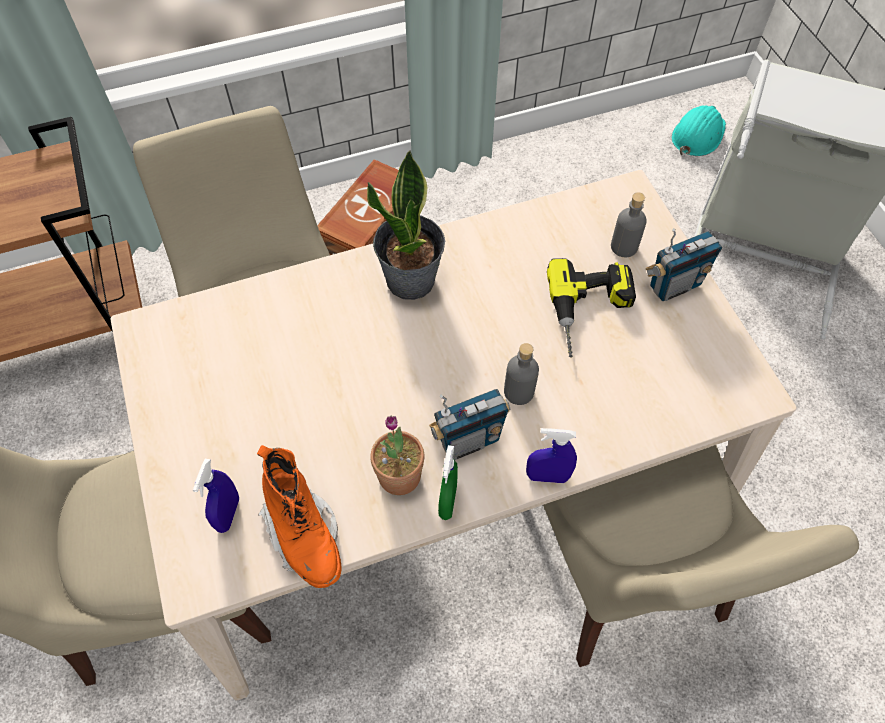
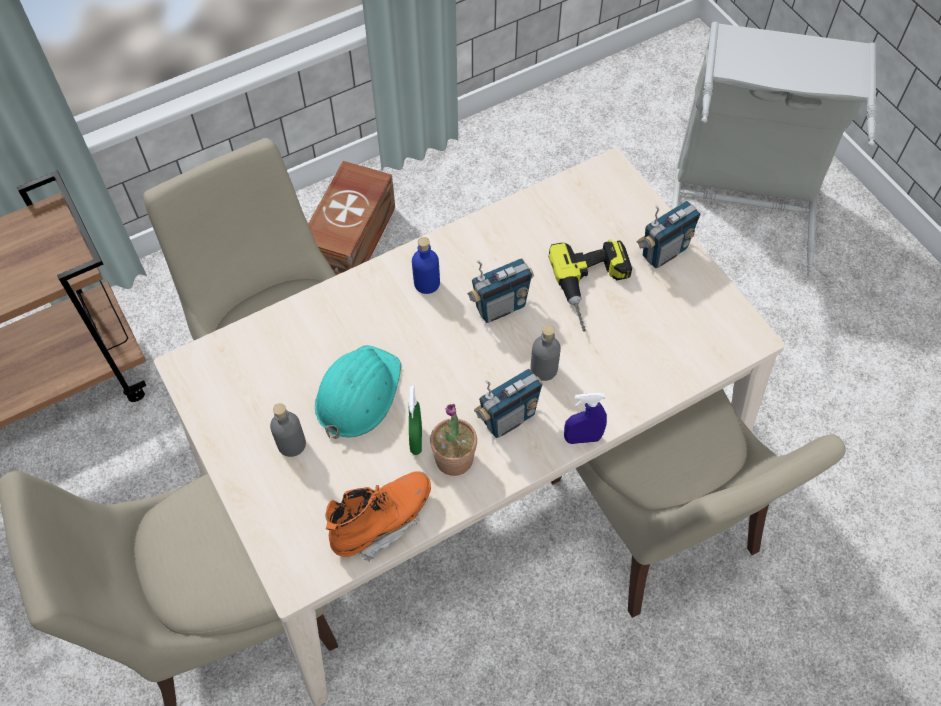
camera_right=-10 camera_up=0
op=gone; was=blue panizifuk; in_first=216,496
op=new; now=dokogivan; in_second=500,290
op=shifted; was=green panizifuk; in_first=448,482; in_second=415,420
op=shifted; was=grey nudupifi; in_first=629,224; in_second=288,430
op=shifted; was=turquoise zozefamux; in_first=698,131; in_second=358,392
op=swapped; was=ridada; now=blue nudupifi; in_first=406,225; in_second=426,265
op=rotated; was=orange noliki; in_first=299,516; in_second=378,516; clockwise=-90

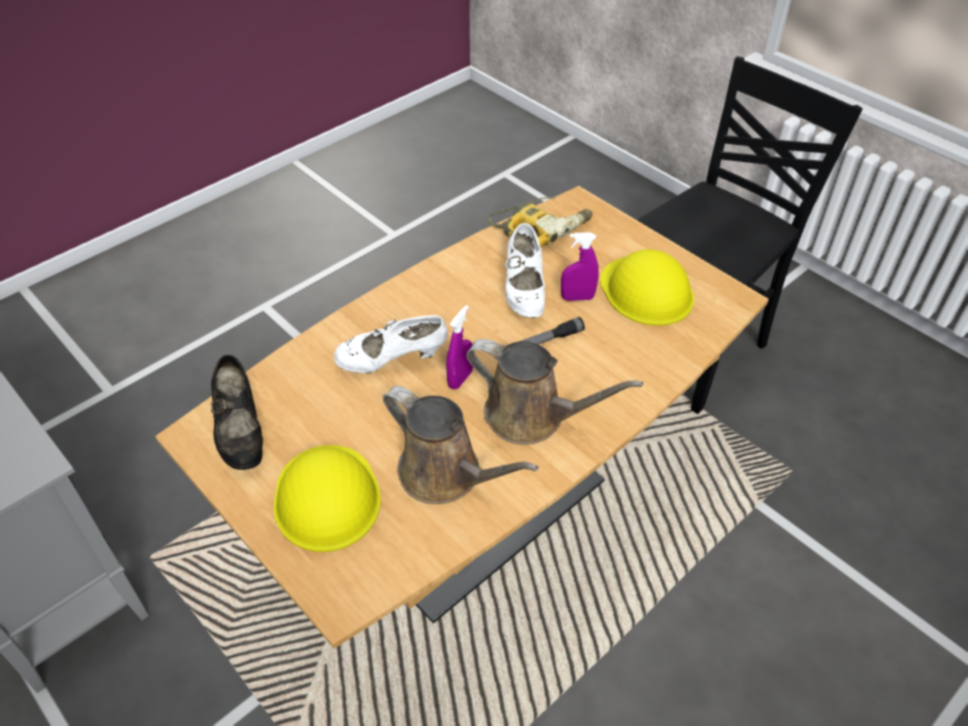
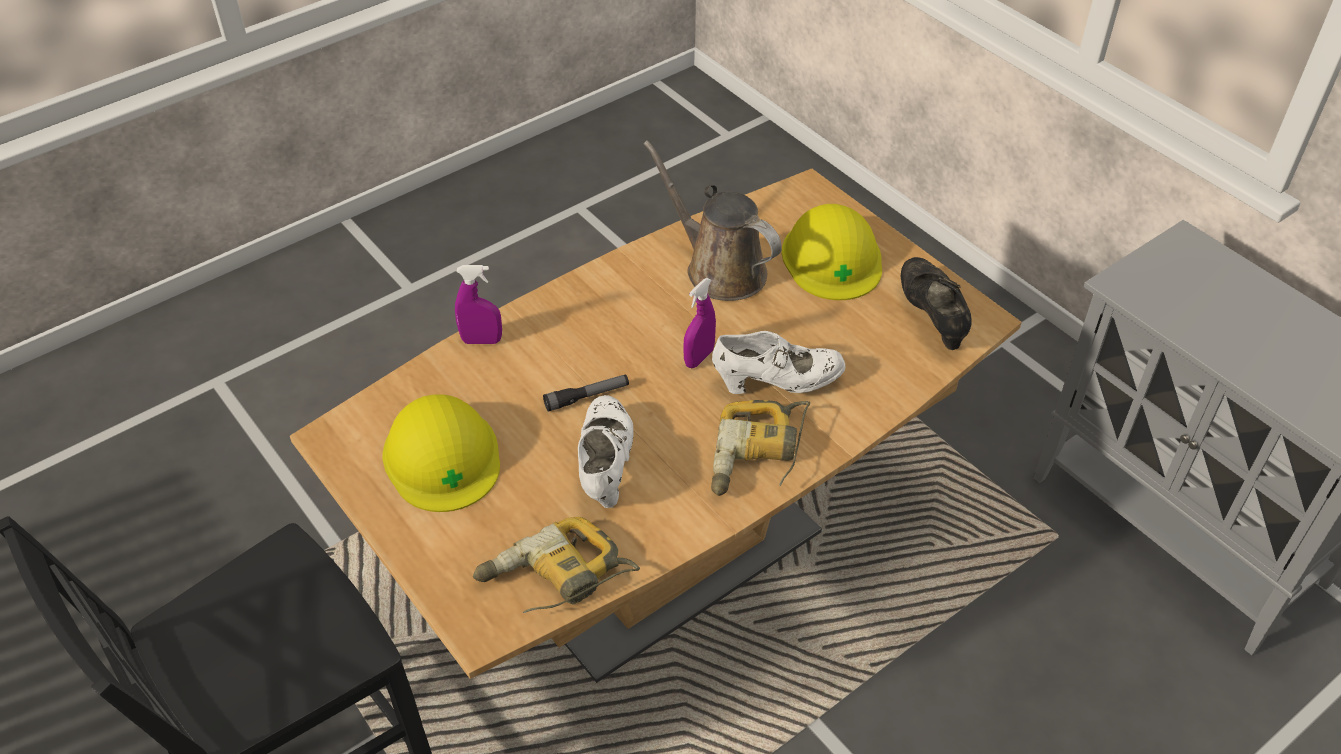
camera_right=-175 camera_up=0
op=gone; was=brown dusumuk; in_first=554,392
op=new; now=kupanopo; in_second=760,448
op=shifted; was=purple panizifuk; in_first=580,266; in_second=478,304

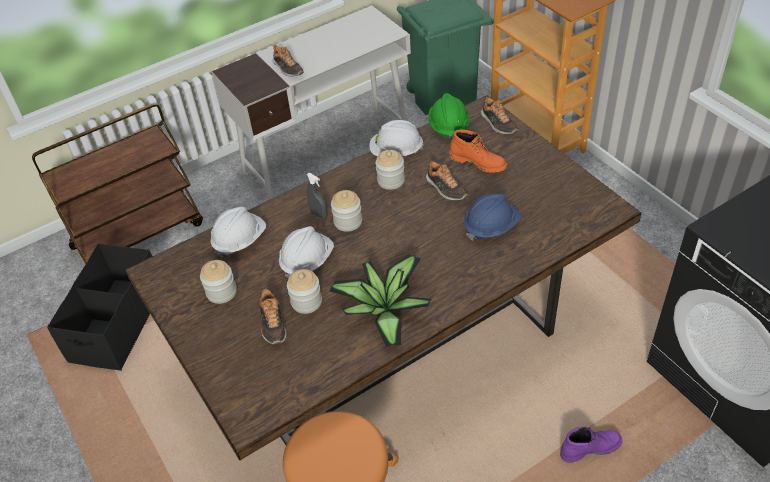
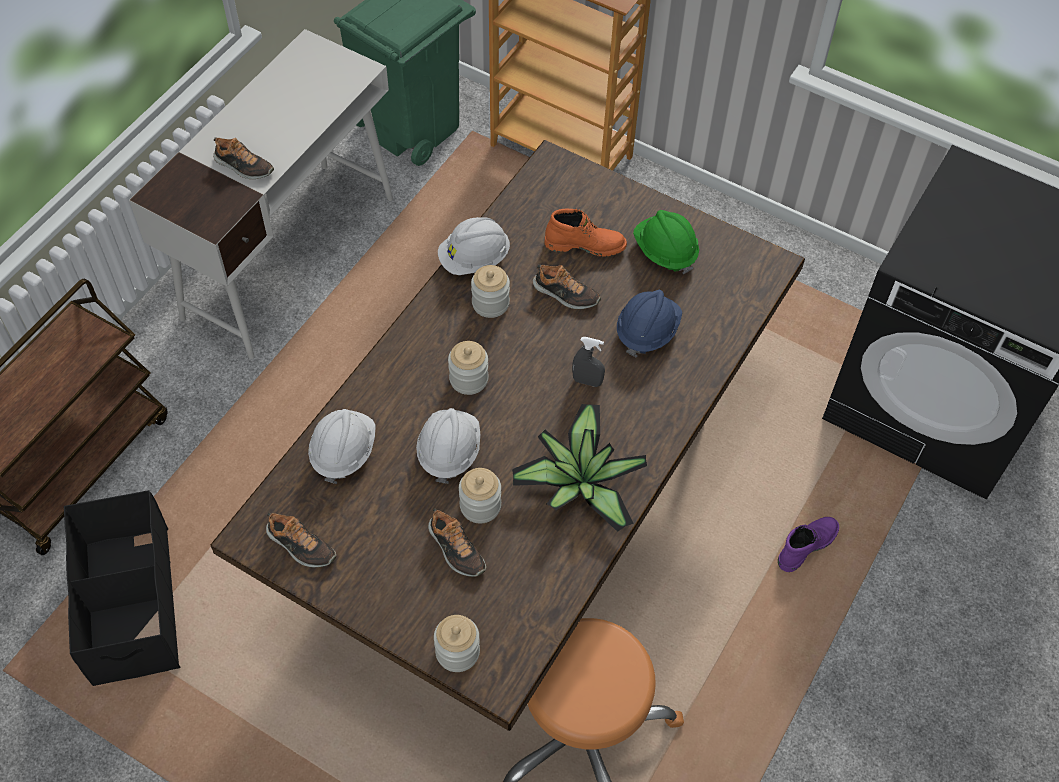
camera_right=-30 camera_up=10
op=shifted; was=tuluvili; in_first=218,282; in_second=457,643
op=shifted; was=grey panizifuk; in_first=317,196; in_second=588,362
op=shifted; was=green zozefamux; in_first=449,117; in_second=666,242
op=shifted; was=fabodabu; in_first=499,115; in_second=301,540

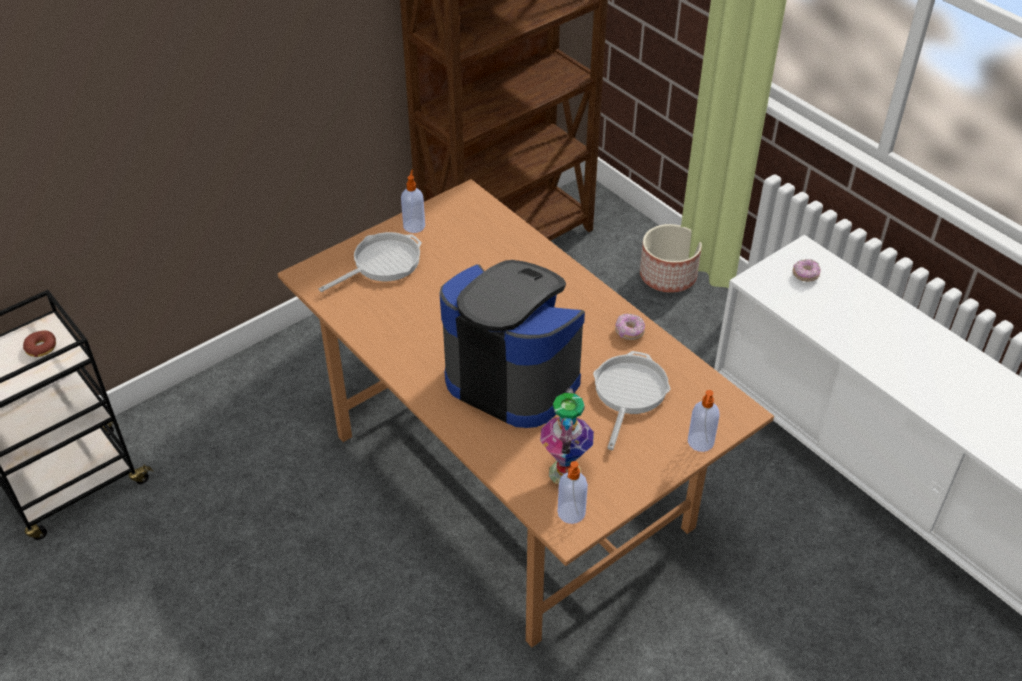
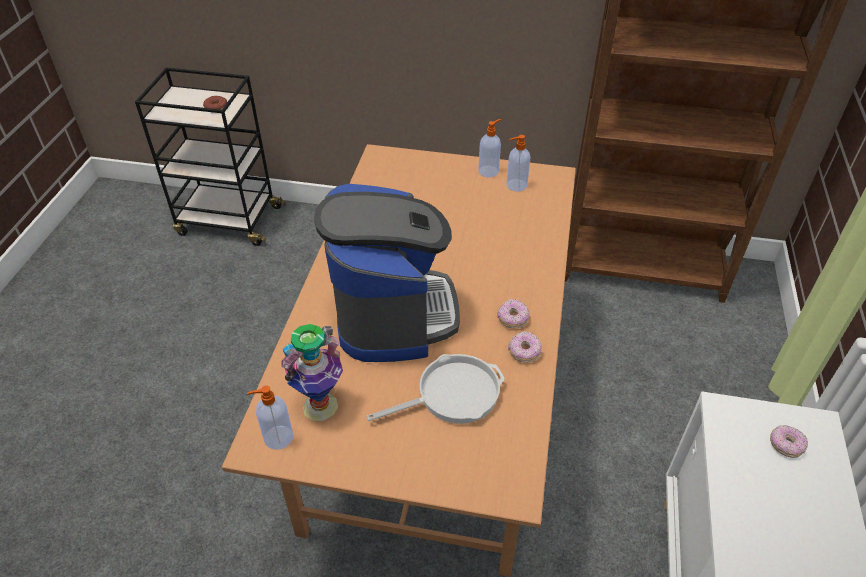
camera_right=50 camera_up=0
op=gone; was=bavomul; in_first=370,262
op=gone; was=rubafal; in_first=671,258
op=new; now=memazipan; in_second=513,314
op=shifted; was=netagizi; in_first=703,421; in_second=518,163

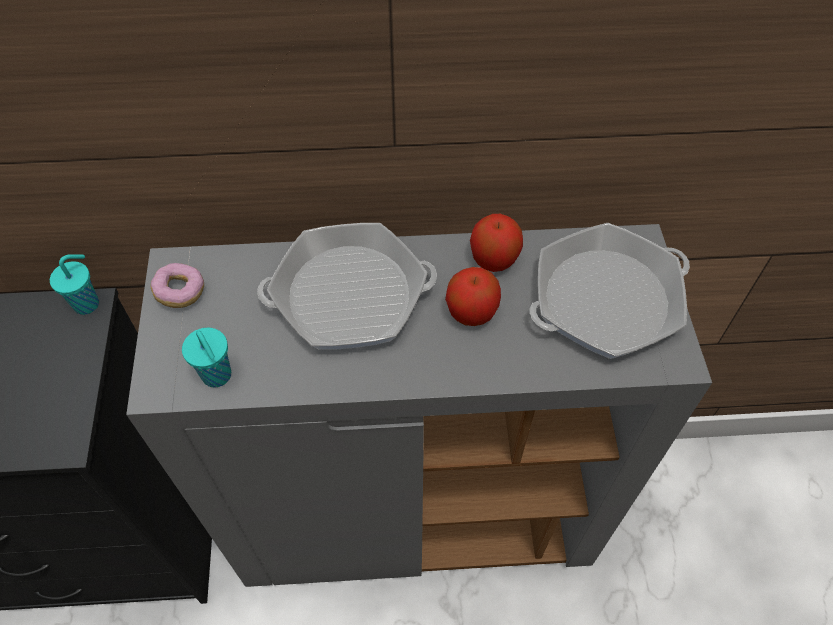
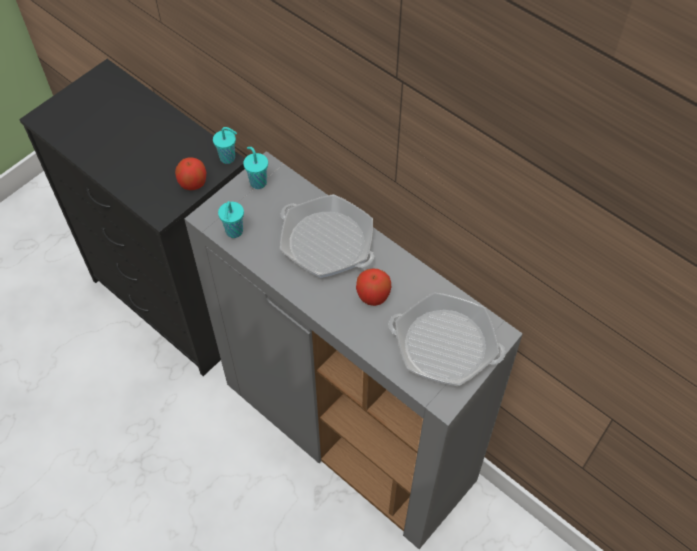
camera_right=45 camera_up=0
op=shifted; was=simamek; in_first=496,243; in_second=190,173
op=swapped; was=memazipan; now=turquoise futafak; in_first=177,285; in_second=255,168

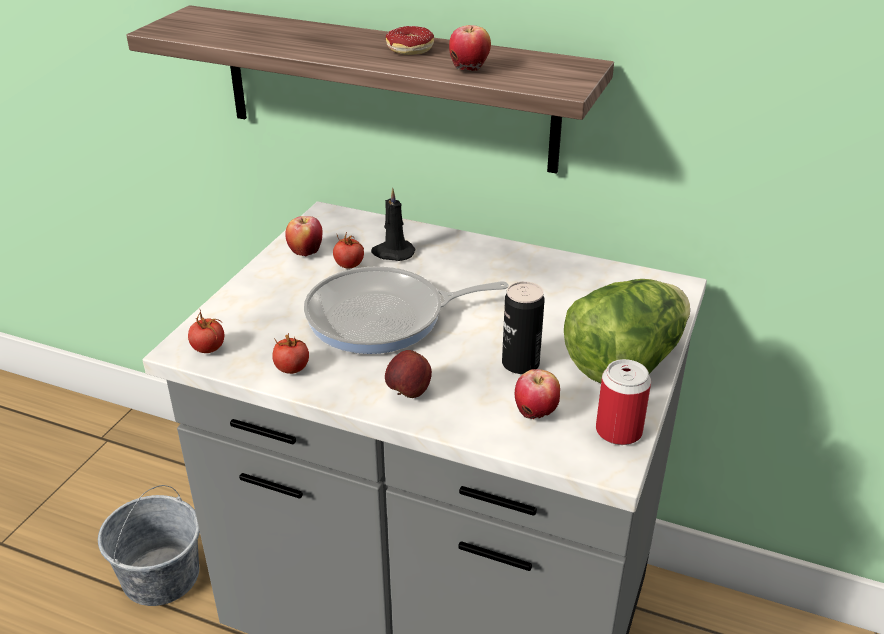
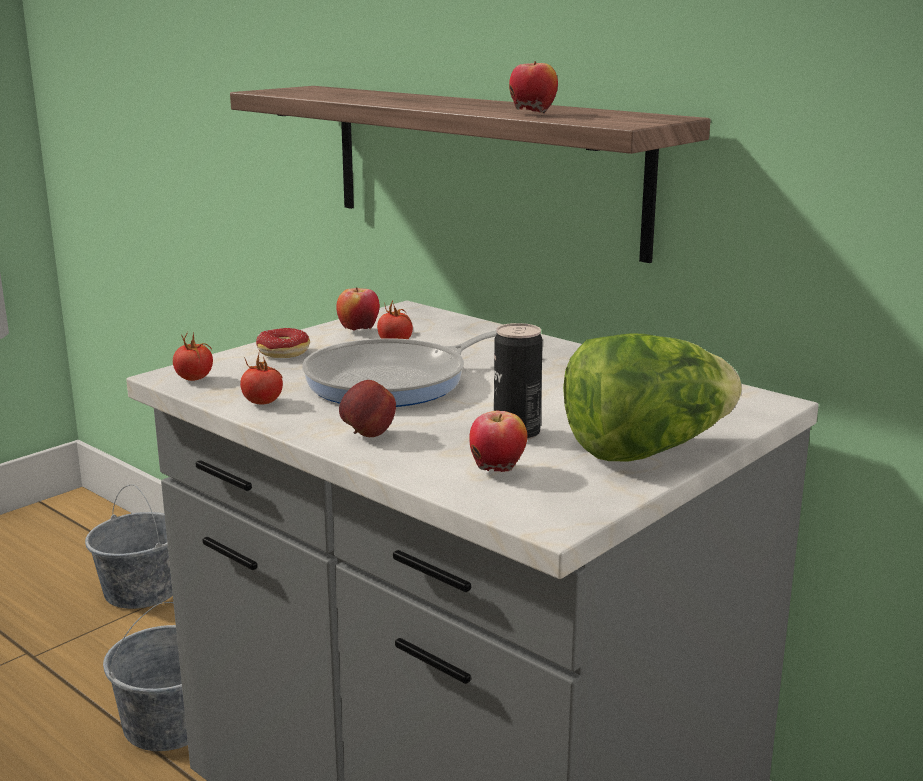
camera_right=20 camera_up=-15
op=gone; was=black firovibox; in_first=393,224
op=gone; was=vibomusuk; in_first=623,402
op=new; now=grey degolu; in_second=129,546
op=shifted; was=memazipan; in_first=410,40; in_second=283,343
op=rotated; was=bavomul; in_first=406,310; in_second=399,368; clockwise=-45

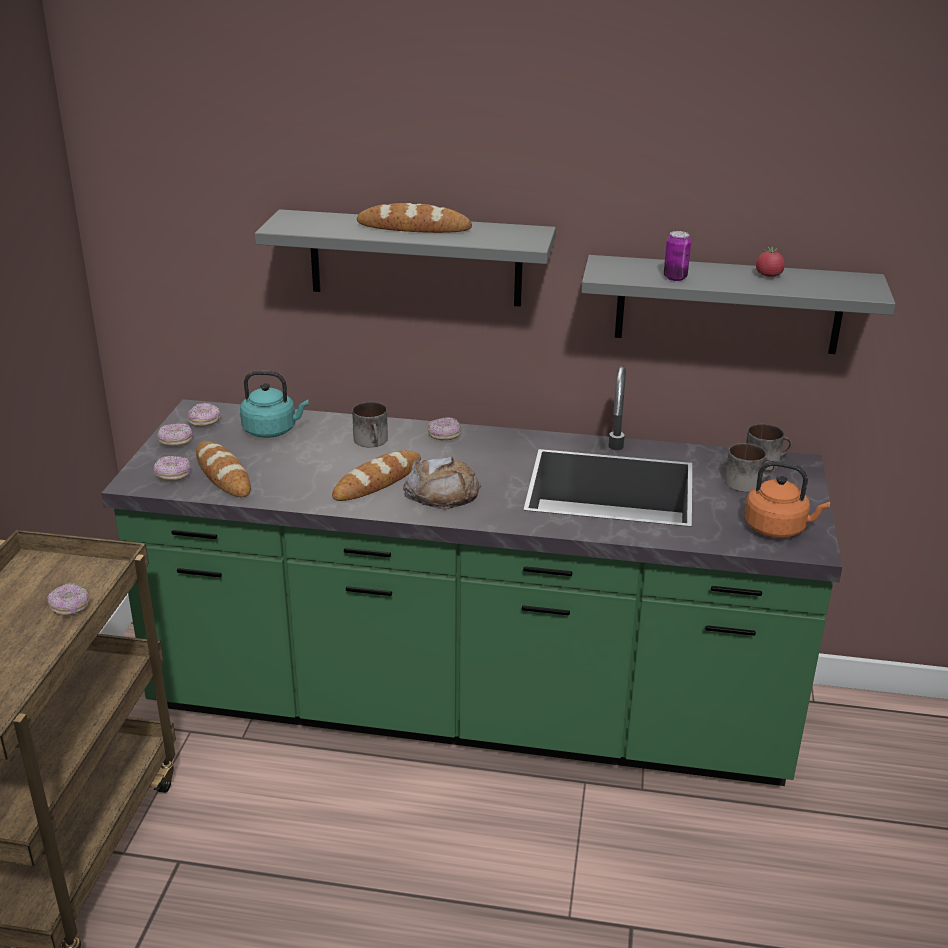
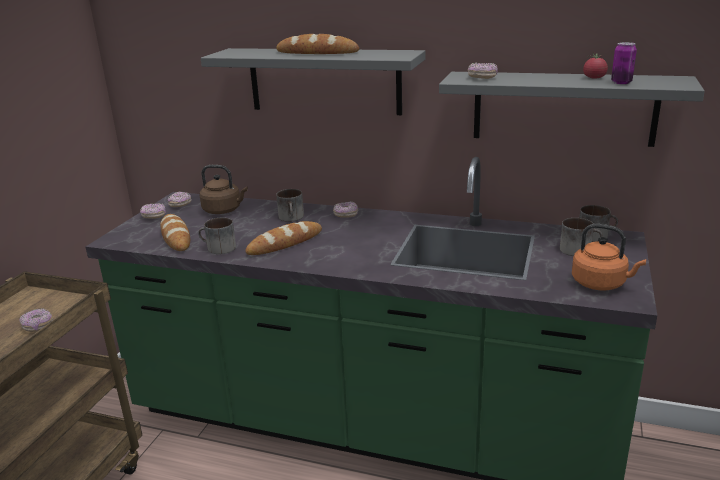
camera_right=10 camera_up=-5
op=gone; was=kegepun; in_first=442,483
op=new; now=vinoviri; in_second=217,235
op=shifted; was=memazipan; in_first=171,468; in_second=483,71
op=shifted; was=vibomusuk; in_first=677,256; in_second=624,63
op=repainted; was=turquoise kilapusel; now=brown kilapusel; in_first=274,404; in_second=223,189

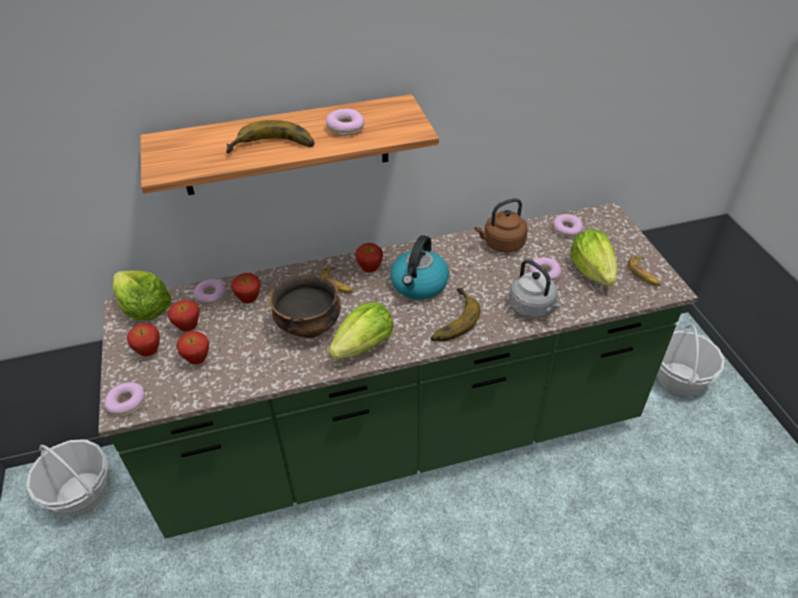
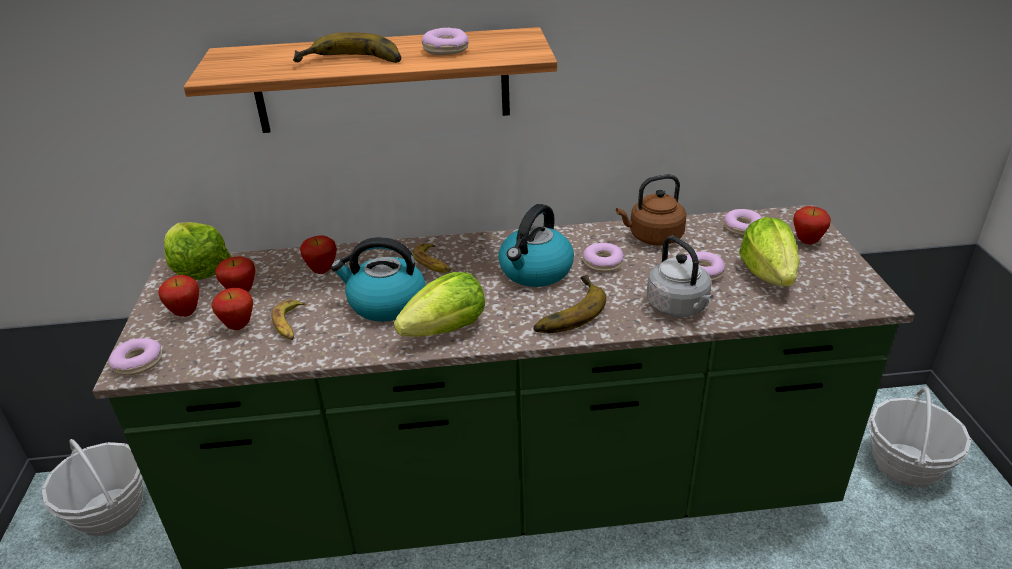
camera_right=10 camera_up=-10
op=shifted; was=memazipan; in_first=209,292; in_second=603,257
op=shifted; was=simamek; in_first=369,258; in_second=812,225
op=shifted; was=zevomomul; in_first=644,271; in_second=288,319
op=swapped; was=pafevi; now=kilapusel; in_first=305,306; in_second=378,279

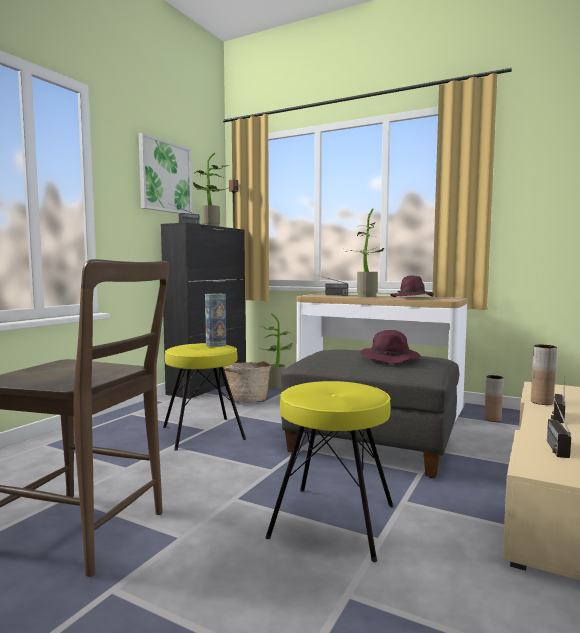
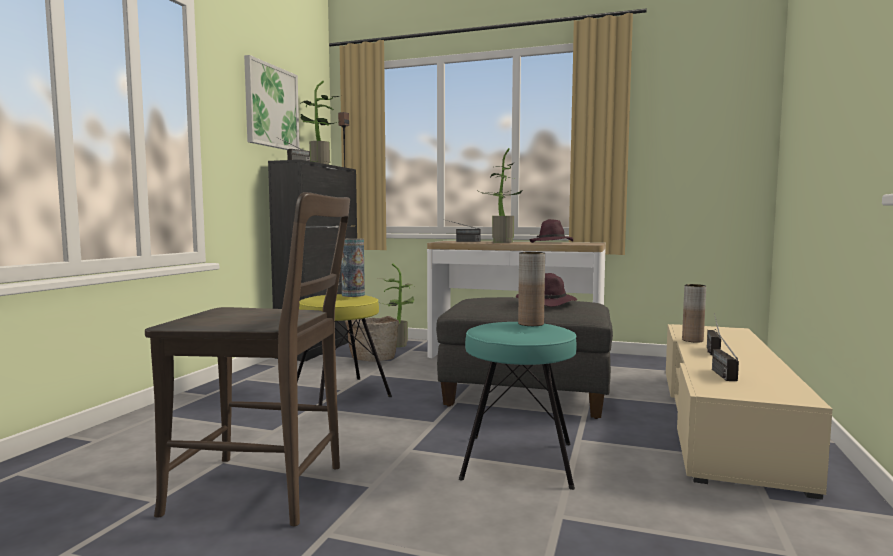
camera_right=-10 camera_up=0
op=shifted; was=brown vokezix; in_first=494,398; in_second=531,289
op=repainted; was=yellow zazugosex; now=turquoise zazugosex; in_first=329,471; in_second=518,406

